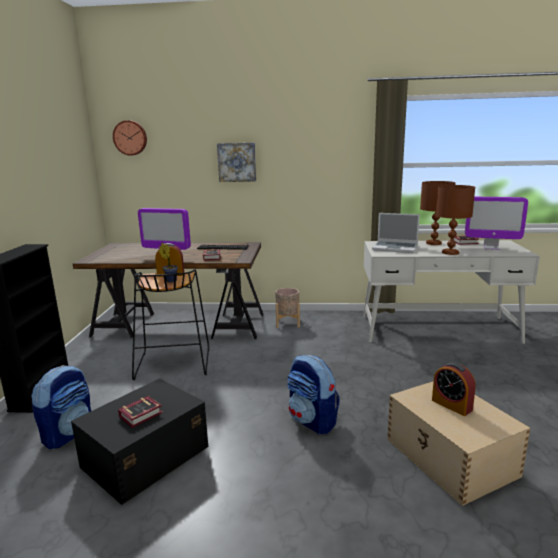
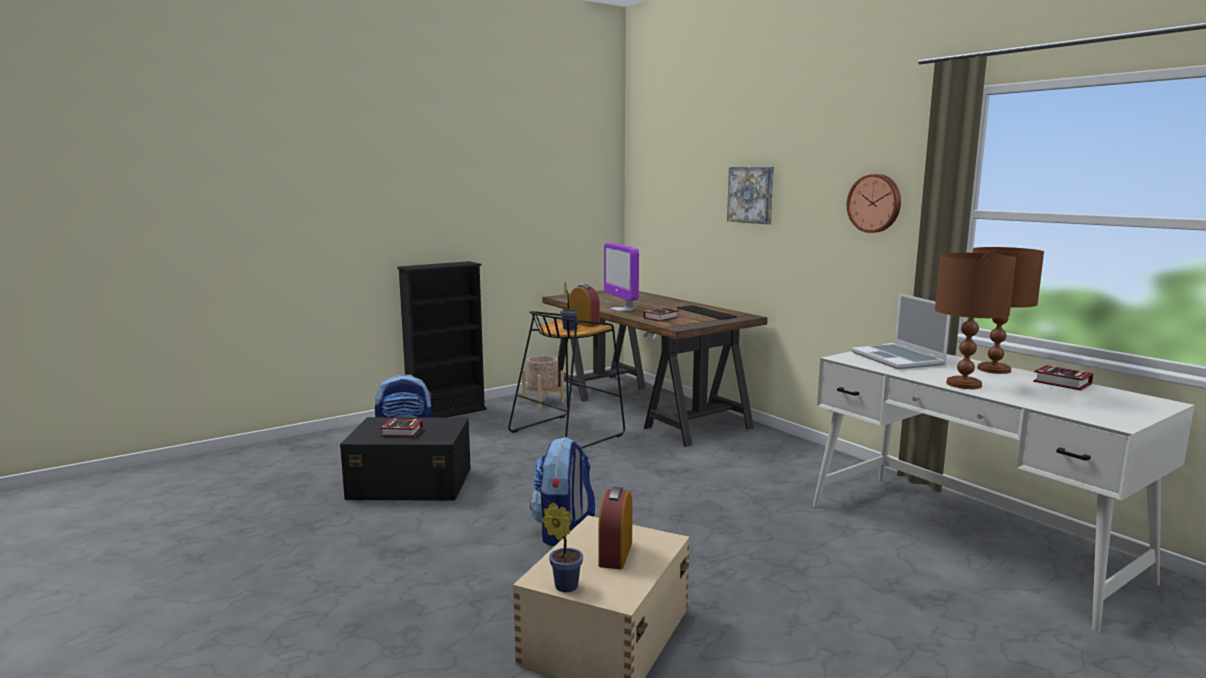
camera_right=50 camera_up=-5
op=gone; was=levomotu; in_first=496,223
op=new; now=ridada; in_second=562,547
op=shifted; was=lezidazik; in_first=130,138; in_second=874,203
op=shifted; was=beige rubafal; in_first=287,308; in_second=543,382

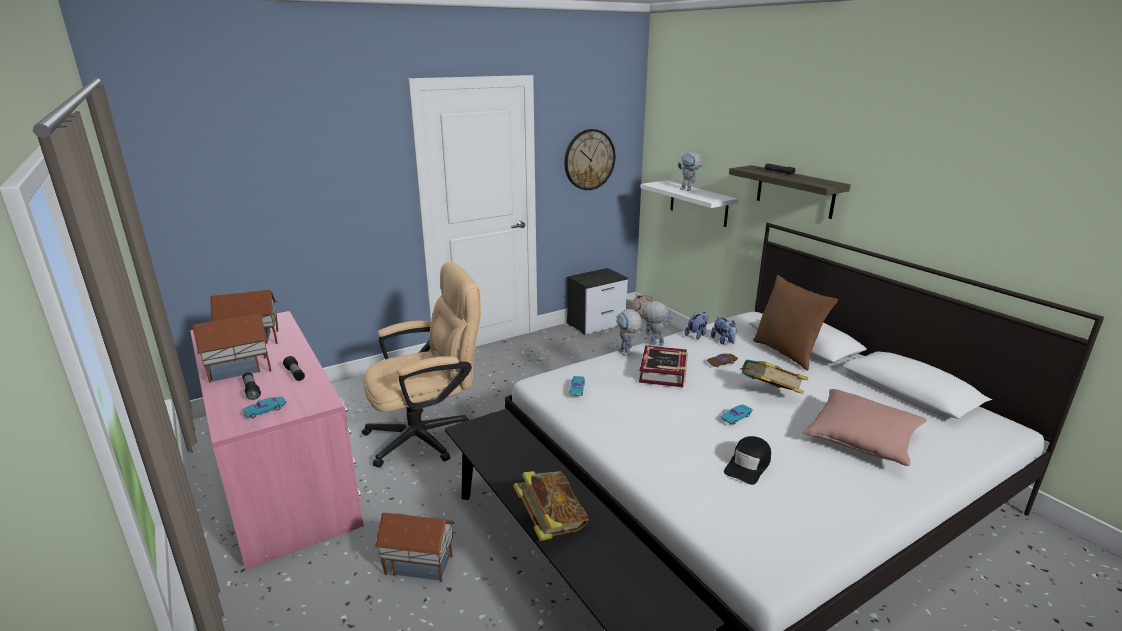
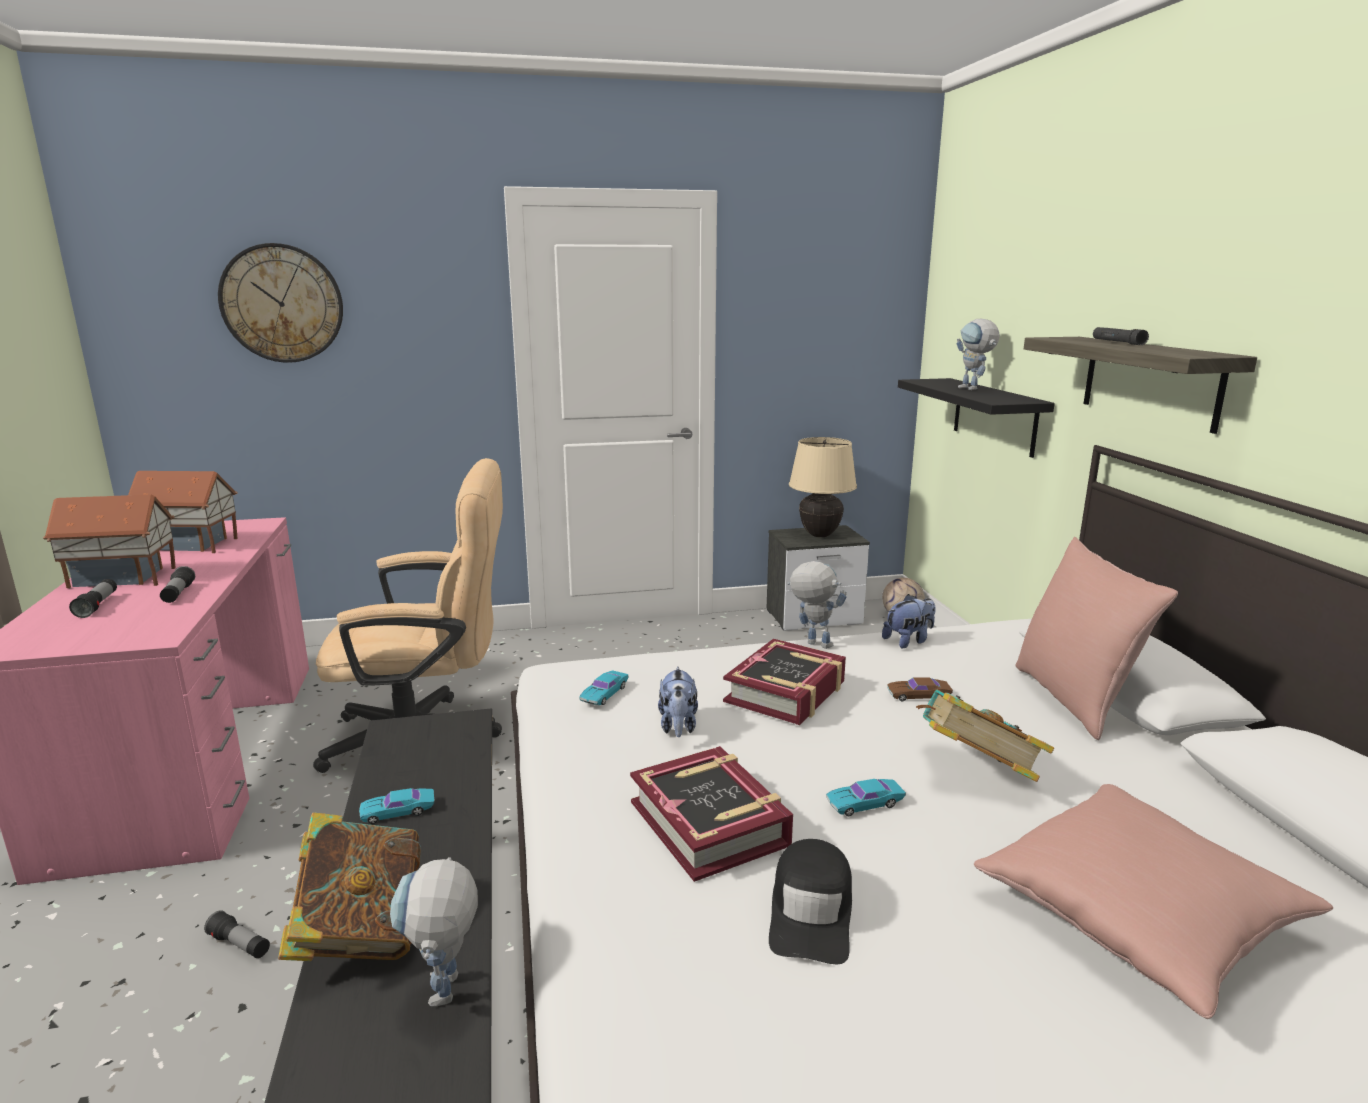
camera_right=20 camera_up=-5
op=new; now=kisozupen; in_second=711,814
op=new; now=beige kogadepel; in_second=823,487
op=shifted; was=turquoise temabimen; in_first=264,407; in_second=397,806
op=shifted; was=lezidazik; in_first=589,159; in_second=280,303
op=shifted; was=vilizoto; in_first=629,332; in_second=434,932
op=shifted; was=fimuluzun; in_first=724,330; in_second=678,701
op=swapped; was=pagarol; now=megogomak; in_first=414,547; in_second=237,934
op=repainted; was=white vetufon; now=black vetufon; in_first=689,203; in_second=976,418
op=repainted; was=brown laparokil; now=pink laparokil; in_first=795,323; in_second=1096,638
op=rotated; was=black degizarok; in_first=747,460; in_second=810,901; clockwise=-45

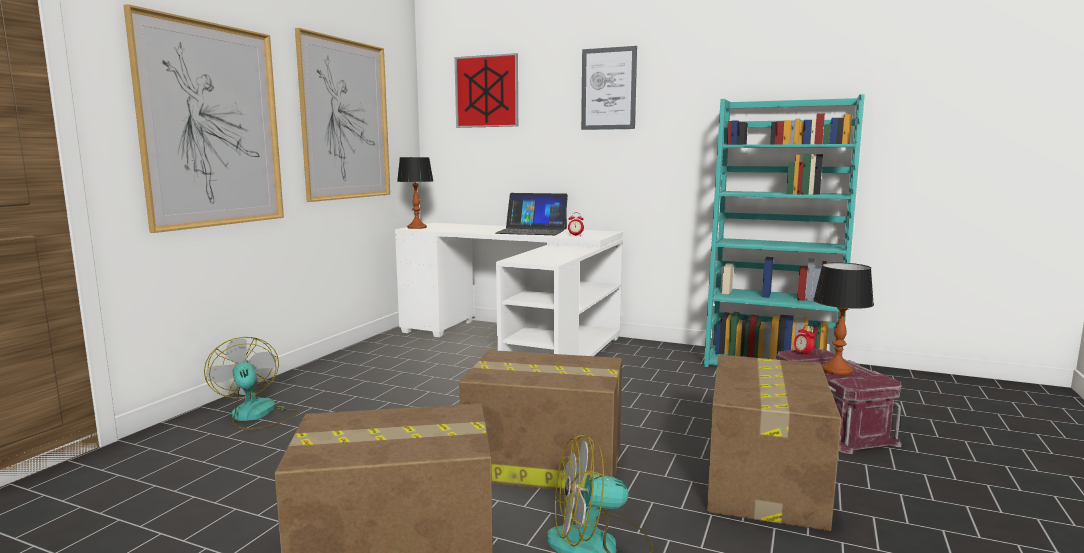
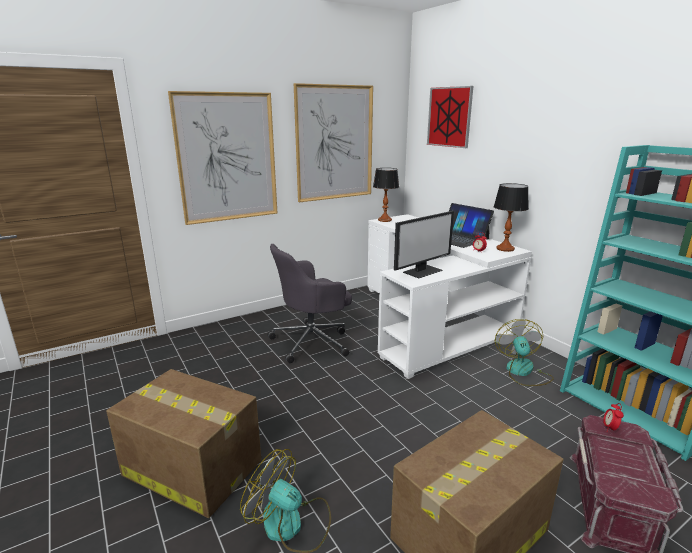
camera_right=35 camera_up=10
op=gone; was=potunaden; in_first=540,421
op=gone; was=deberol; in_first=609,88
op=new; now=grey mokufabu; in_second=310,303
op=new; now=levomotu; in_second=424,244
op=shifted; was=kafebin; in_first=252,383; in_second=524,352
op=shifted; was=kogadepel; in_first=843,318; in_second=511,217

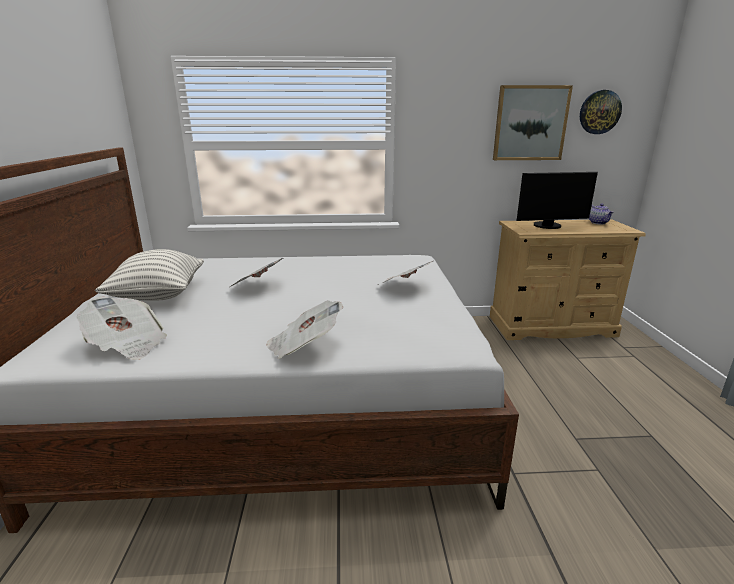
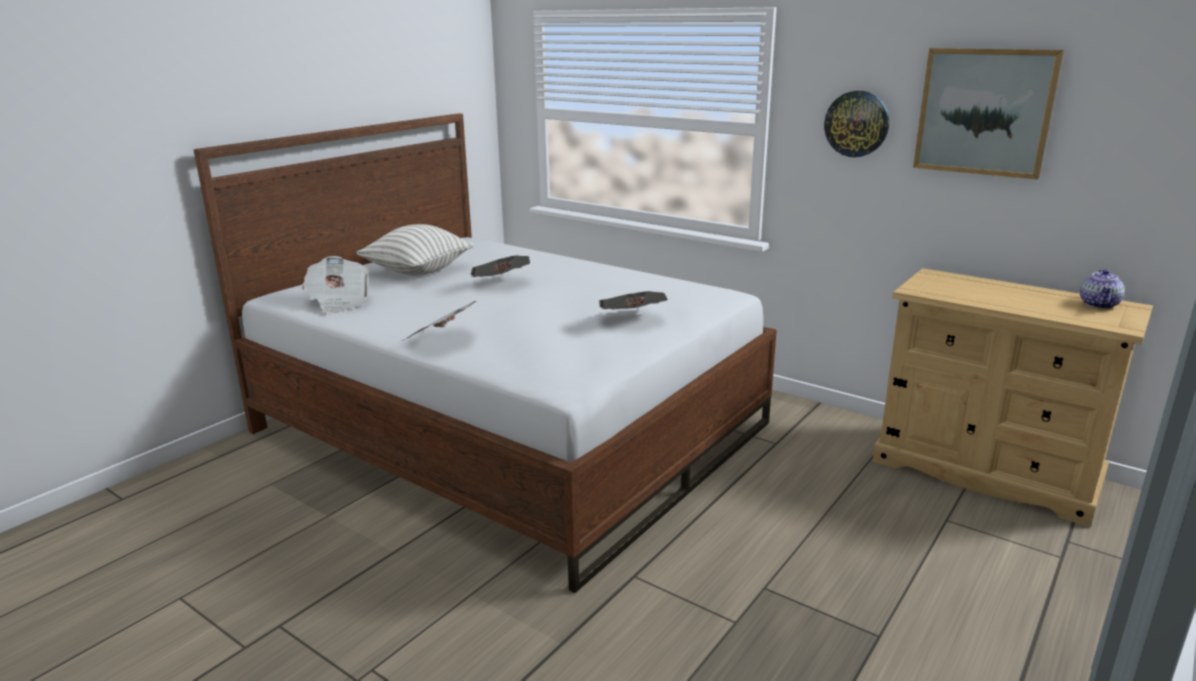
camera_right=40 camera_up=0
op=gone; was=levomotu; in_first=557,200
op=shifted; was=lezidazik; in_first=601,112; in_second=856,124

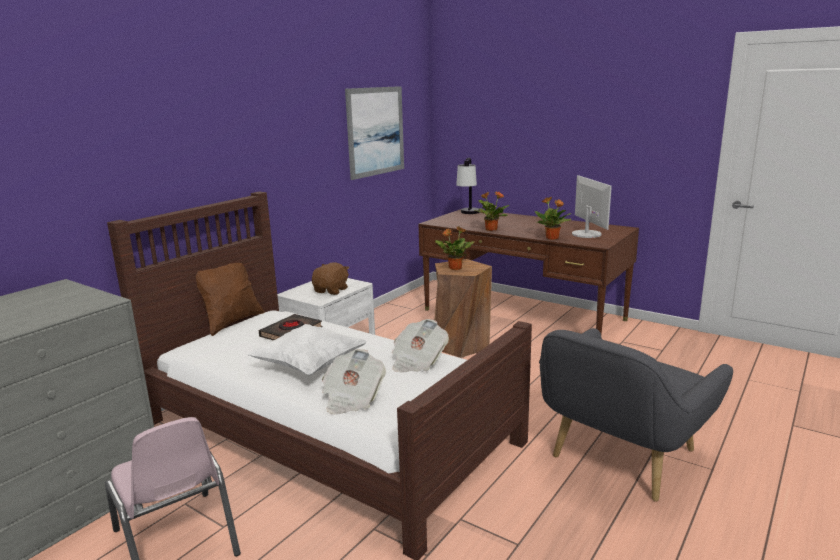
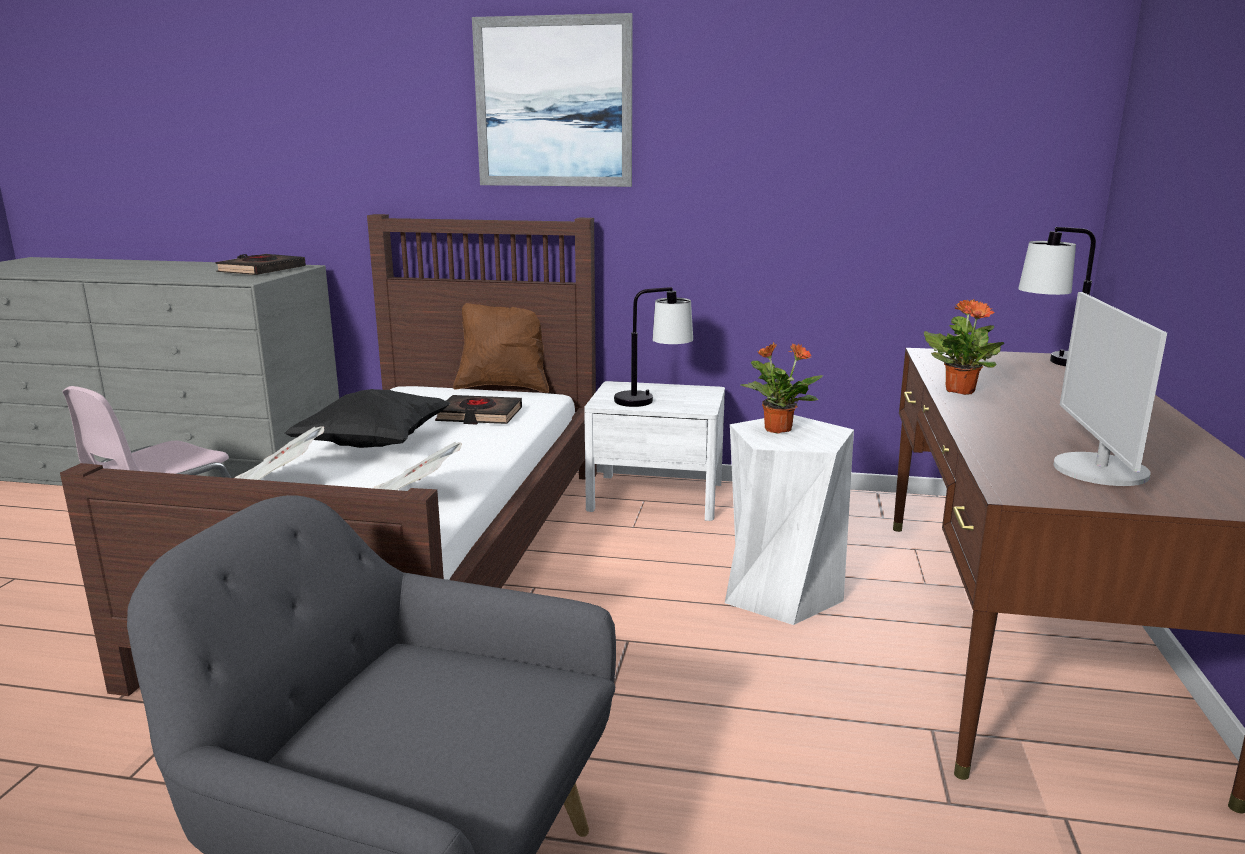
camera_right=65 camera_up=0
op=gone; was=ridada; in_first=553,218
op=new; now=black kisozupen; in_second=260,264
op=shifted; was=deberol; in_first=374,133; in_second=552,100
op=swapped; was=brown fimuluzun; now=kogadepel; in_first=330,278; in_second=653,347
op=repainted; was=white laparokil; now=black laparokil; in_first=307,350; in_second=367,418
op=repainted; was=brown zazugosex; now=white zazugosex; in_first=463,308; in_second=789,520
op=rotated; was=levomotu; in_first=592,206; in_second=1110,389; clockwise=135

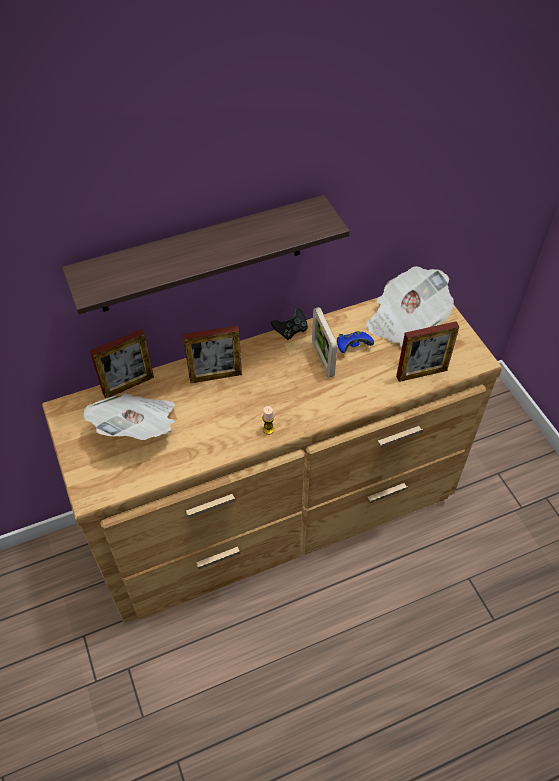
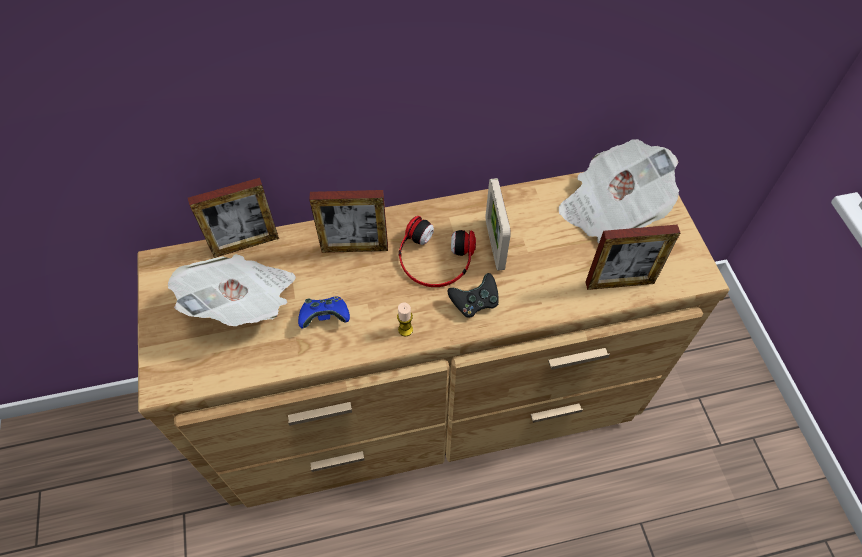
camera_right=10 camera_up=5
op=gone; was=vetufon; in_first=206,254
op=new; now=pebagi; in_second=437,251
op=shifted; was=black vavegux; in_first=289,324; in_second=473,295
op=shifted; was=blue vavegux; in_first=355,342; in_second=324,312

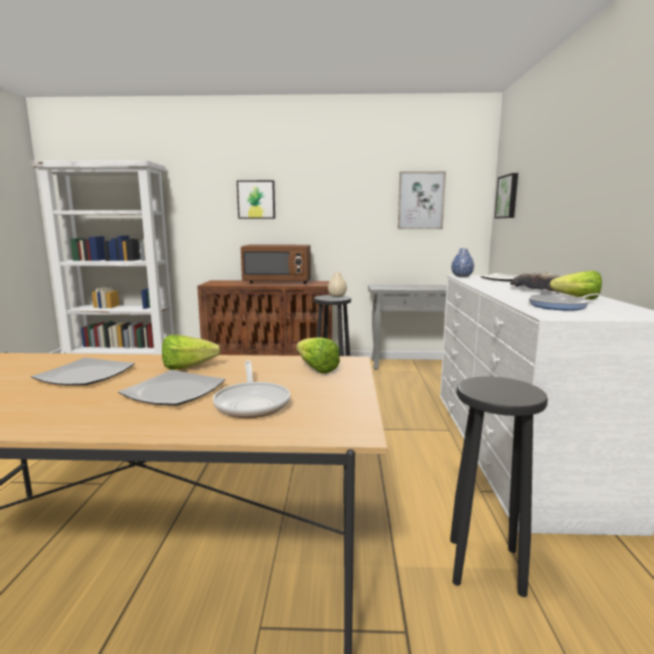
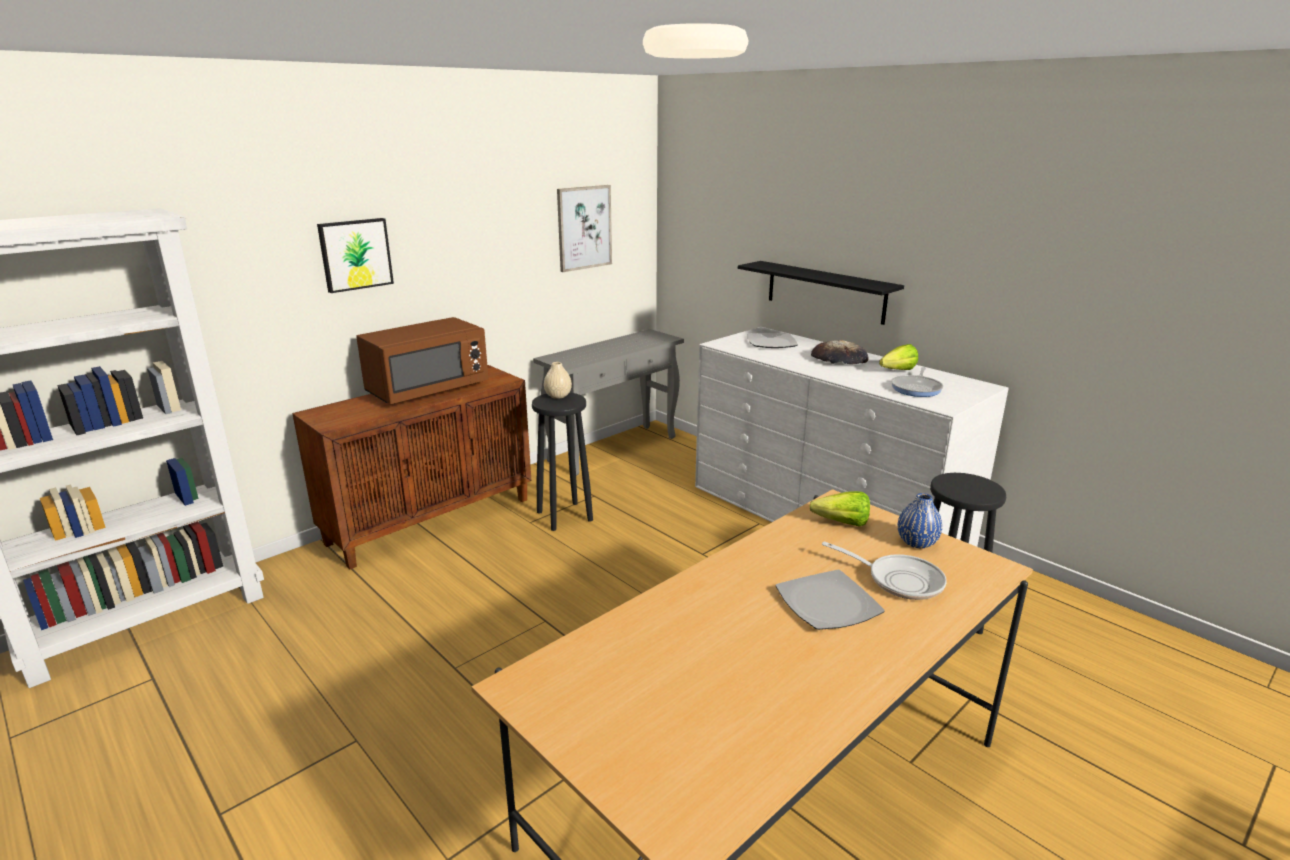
camera_right=-45 camera_up=10
op=gone; was=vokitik; in_first=83,371
op=gone; was=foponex; in_first=191,352
op=gone; was=deberol; in_first=506,195
op=new; now=black vetufon; in_second=821,293
op=shifted; was=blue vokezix; in_first=462,262; in_second=920,520

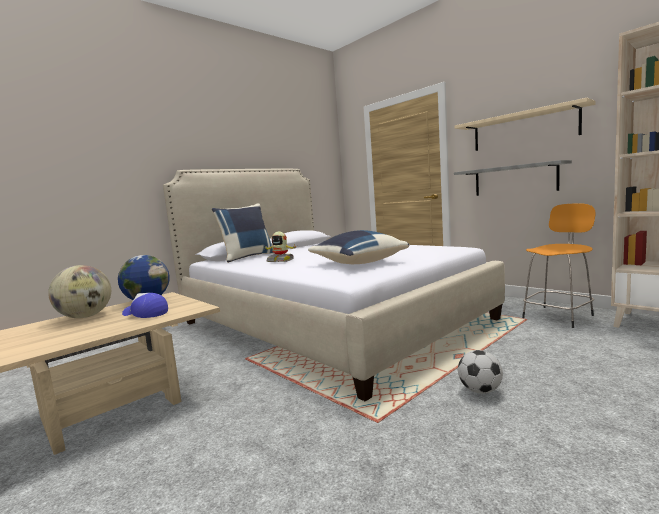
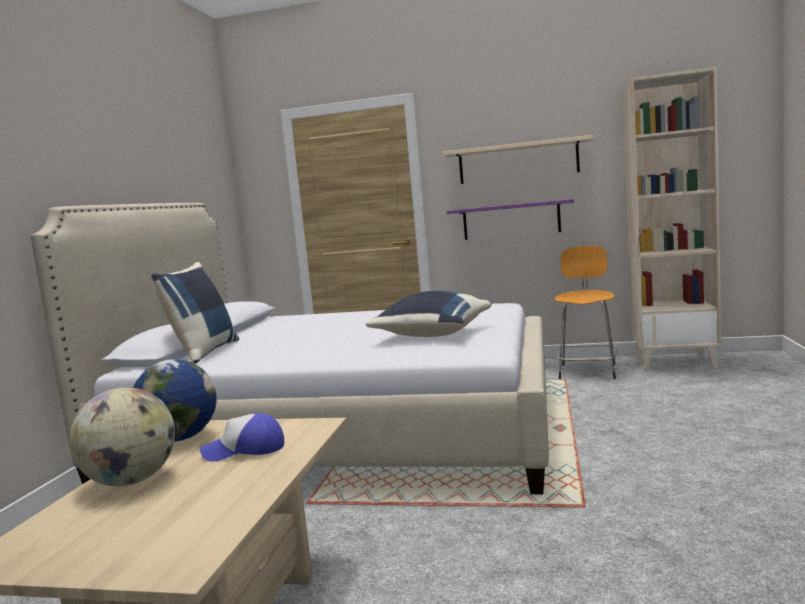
camera_right=-35 camera_up=0
op=gone; was=vilizoto; in_first=280,247
op=gone; was=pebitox; in_first=480,372
op=repainted; was=grey vetufon; now=purple vetufon; in_first=513,178; in_second=510,219

